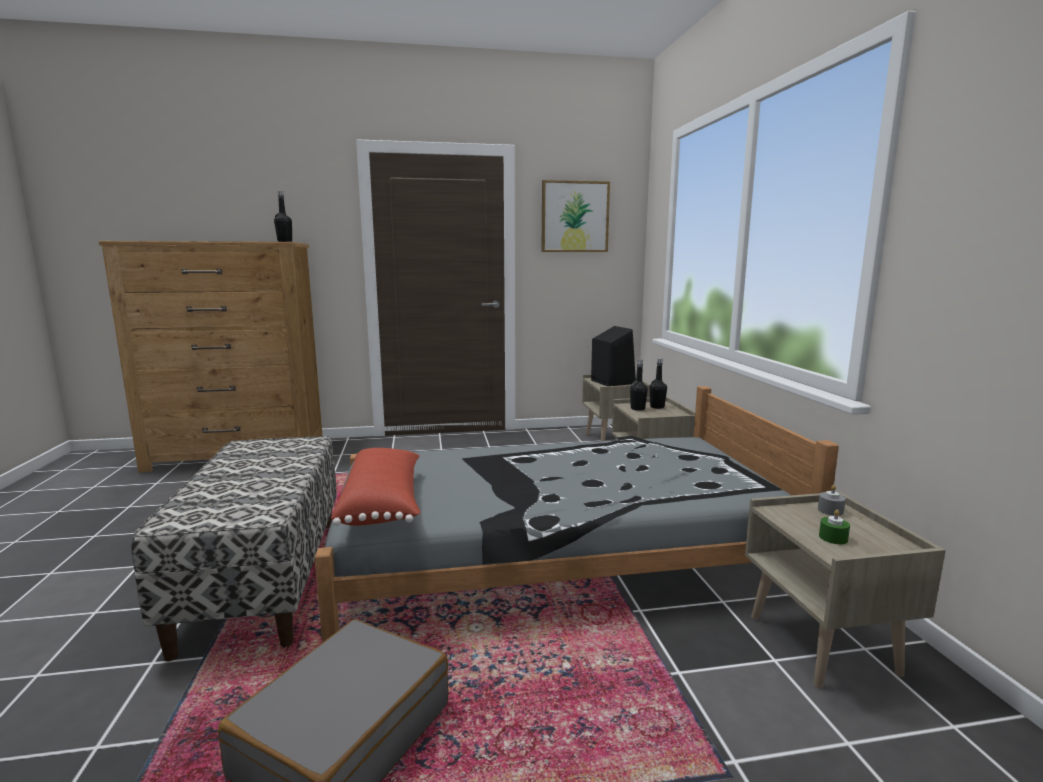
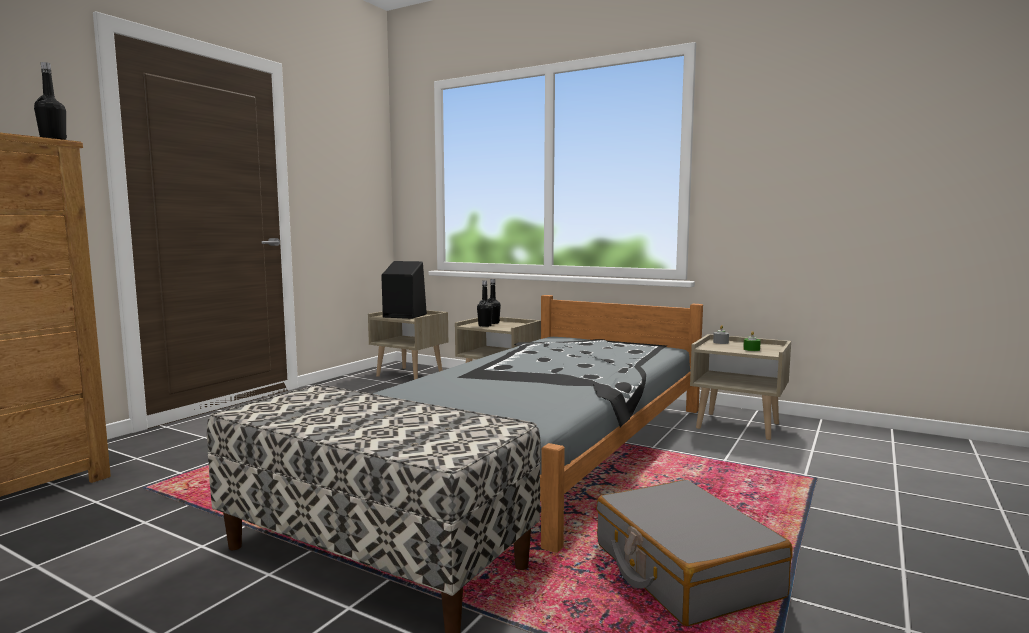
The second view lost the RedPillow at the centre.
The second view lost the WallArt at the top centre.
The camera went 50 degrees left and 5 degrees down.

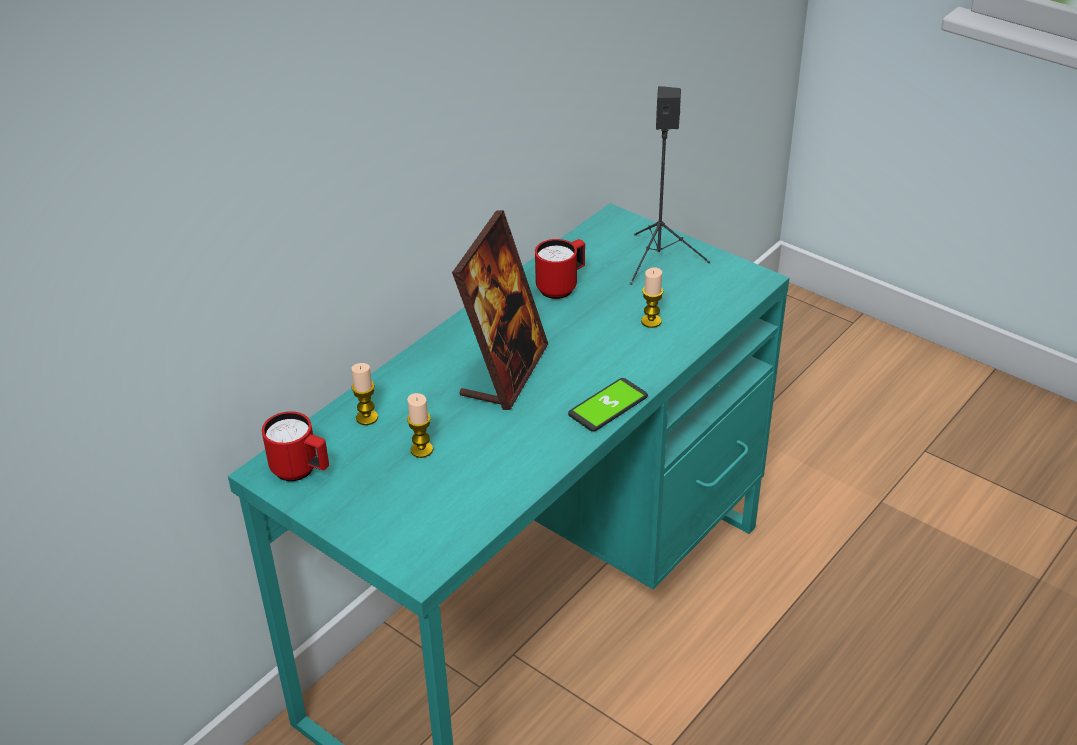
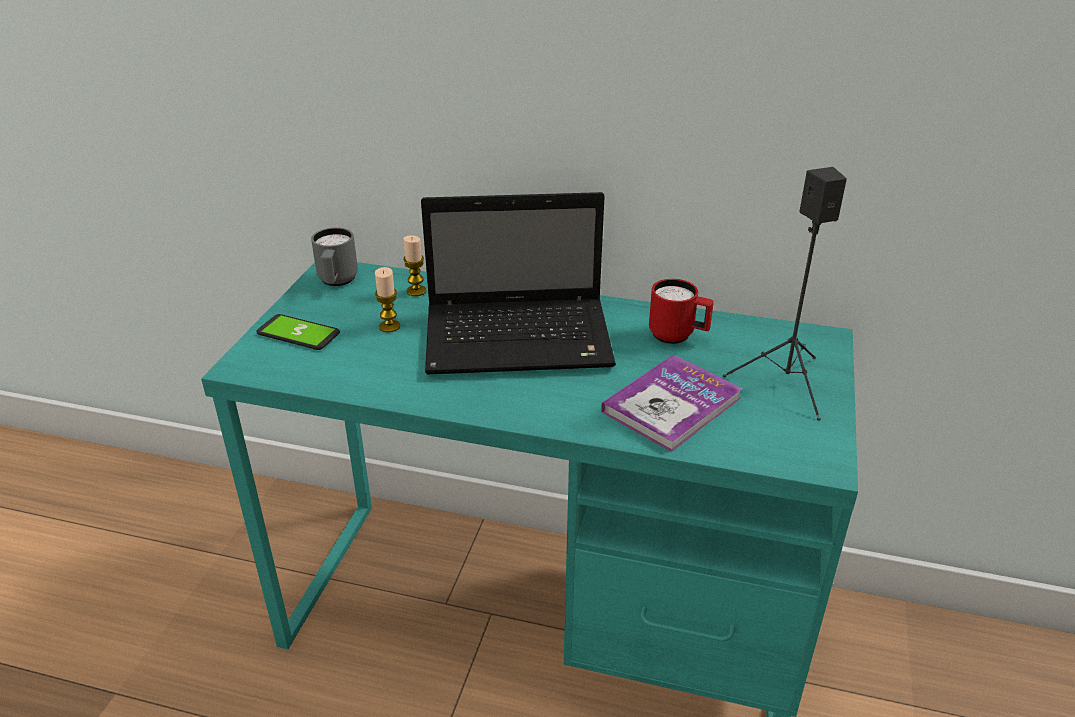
The Phone ended up elsewhere, having gone from the centre to the middle left.
What was the RedCoffeeMug (no. 1 from left) at the middle left turned into the GreyCoffeeMug at the middle left.
Where the PhotoFrame stood at the centre, the PortableComputer came to stand at the centre.
Where the Candle (no. 3 from left) stood at the centre, the Book came to stand at the centre.
The camera went 65 degrees right and 5 degrees down.

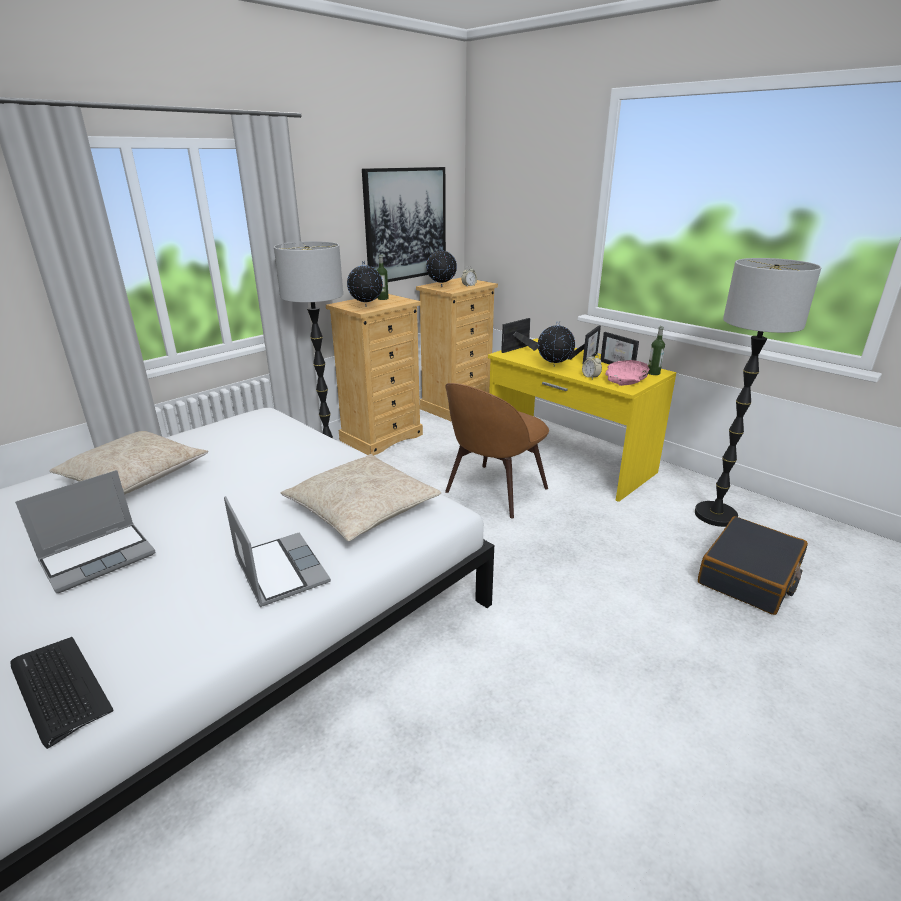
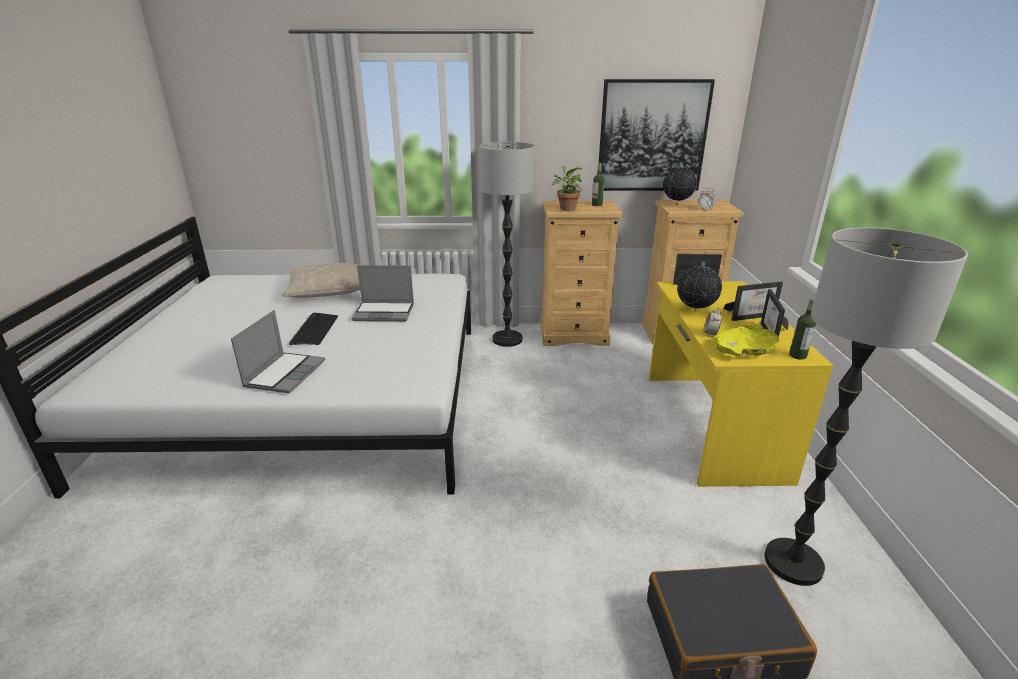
The Keyboard ended up elsewhere, having gone from the bottom left to the middle left.
The PortableComputer (no. 1 from left in the first image) ended up elsewhere, having gone from the middle left to the centre.
Where the DeskGlobe (no. 1 from left) stood at the top centre, the Houseplant came to stand at the top centre.
What was the PinkishServingBowl at the middle right turned into the YellowishServingBowl at the middle right.
The second view lost the SandColouredPillow (no. 2 from left) at the centre.
The second view lost the BrownChair at the centre.
The camera went 45 degrees right and 0 degrees up.

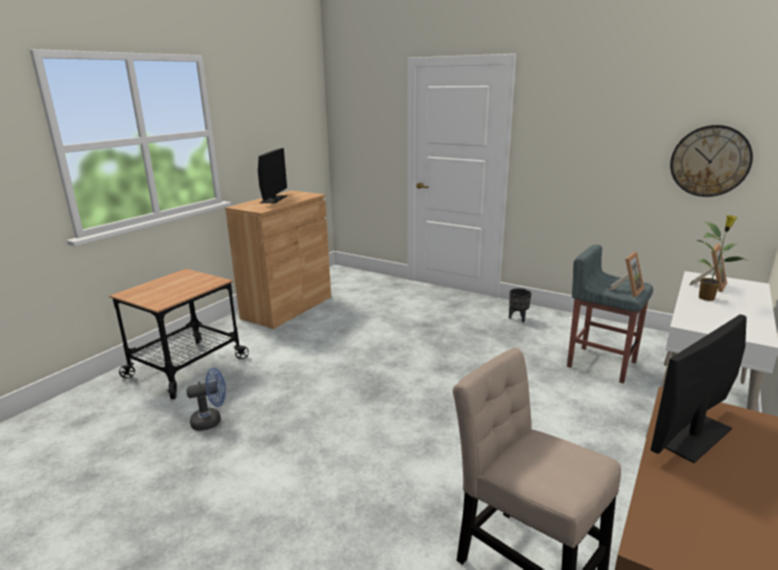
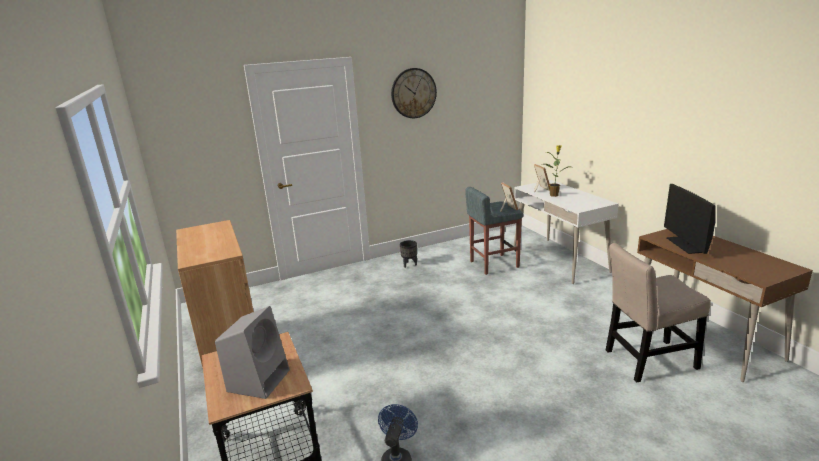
The second view gained the GreyAudioSpeaker at the bottom left.
The ClockOnTheWall ended up elsewhere, having gone from the top right to the top centre.
The second view lost the ComputerScreen (no. 1 from left) at the top centre.
The camera went 55 degrees left and 0 degrees up.

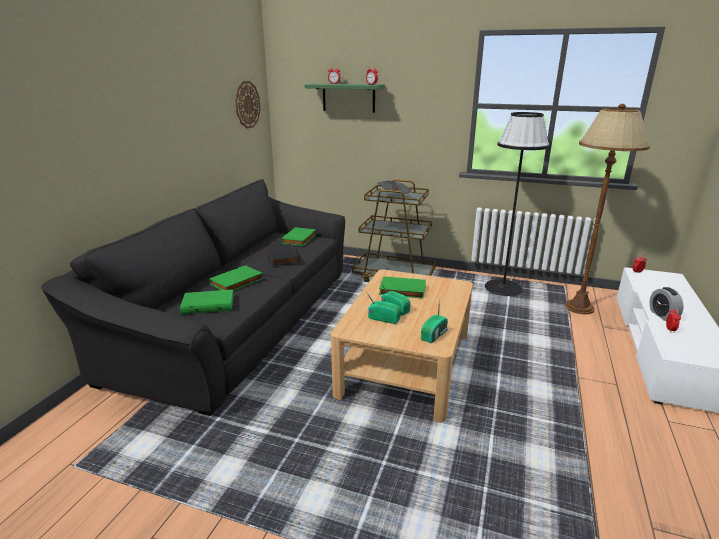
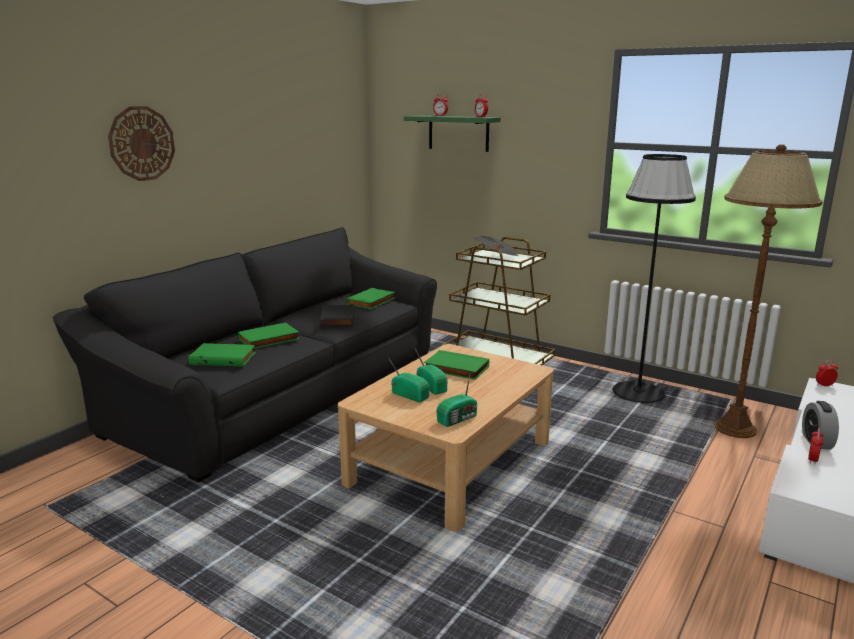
The ClockOnTheWall ended up elsewhere, having gone from the top centre to the top left.
The camera went 15 degrees right and 5 degrees down.

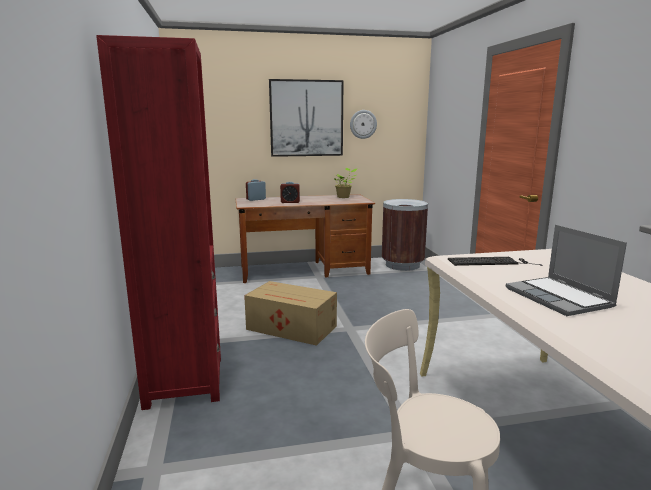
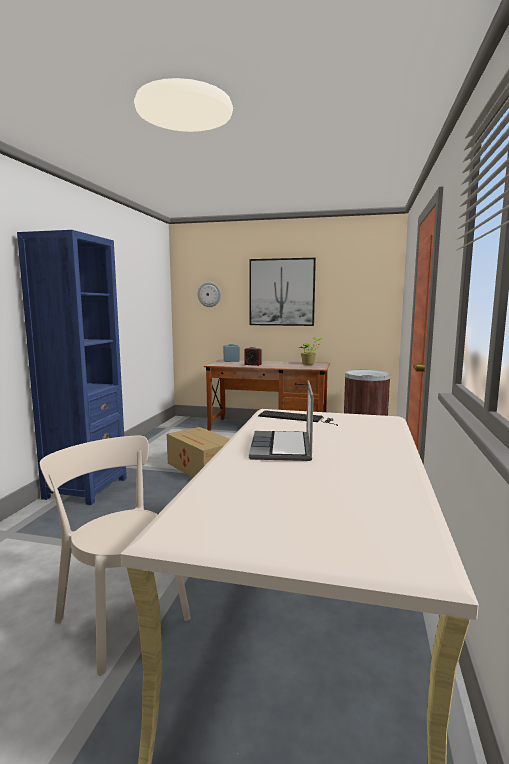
What was the RedBookcase at the middle left turned into the BlueBookcase at the middle left.
The ClockOnTheWall ended up elsewhere, having gone from the top centre to the centre.
The camera went 25 degrees right and 5 degrees down.

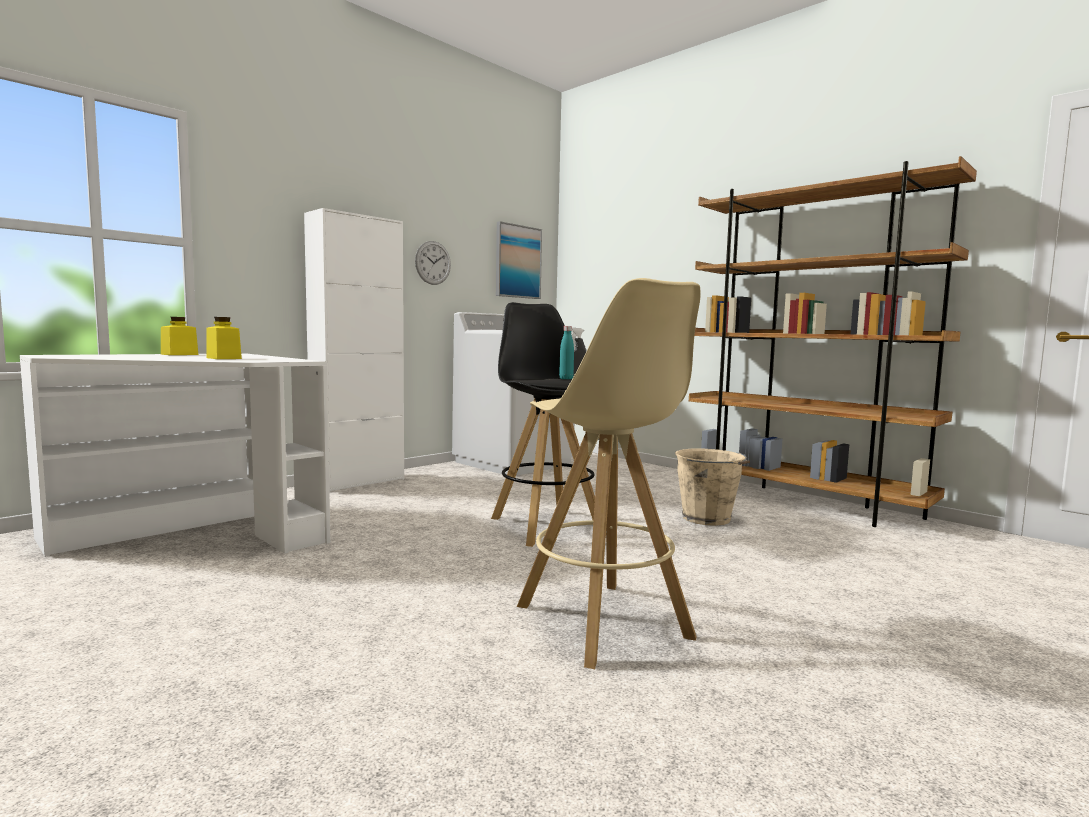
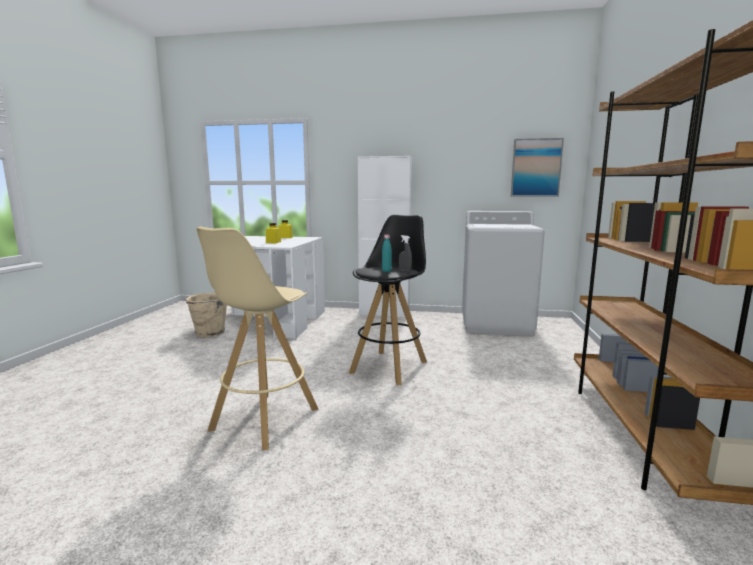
The SandColouredPail ended up elsewhere, having gone from the centre to the middle left.
The second view lost the ClockOnTheWall at the top centre.
The camera went 55 degrees right and 5 degrees up.

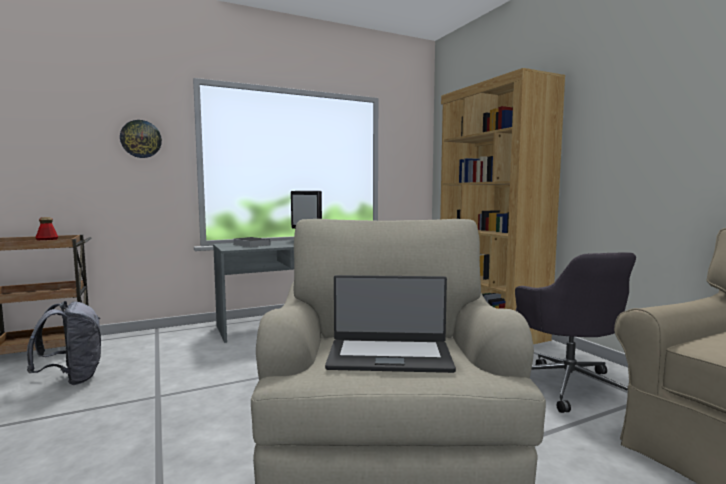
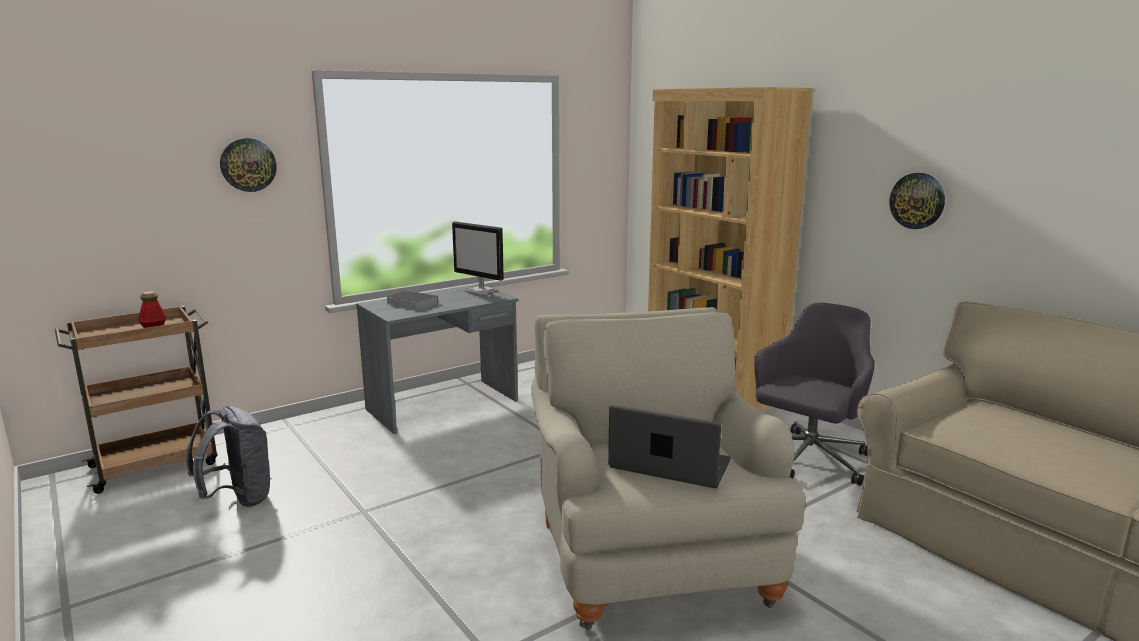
The PortableComputer at the bottom centre ended up facing another way, 150 degrees counterclockwise from before.
The GreyDeskChair at the bottom right ended up facing another way, 120 degrees counterclockwise from before.
The second view gained the ClockOnTheWall (no. 2 from left) at the top right.
The camera went 10 degrees left and 10 degrees up.

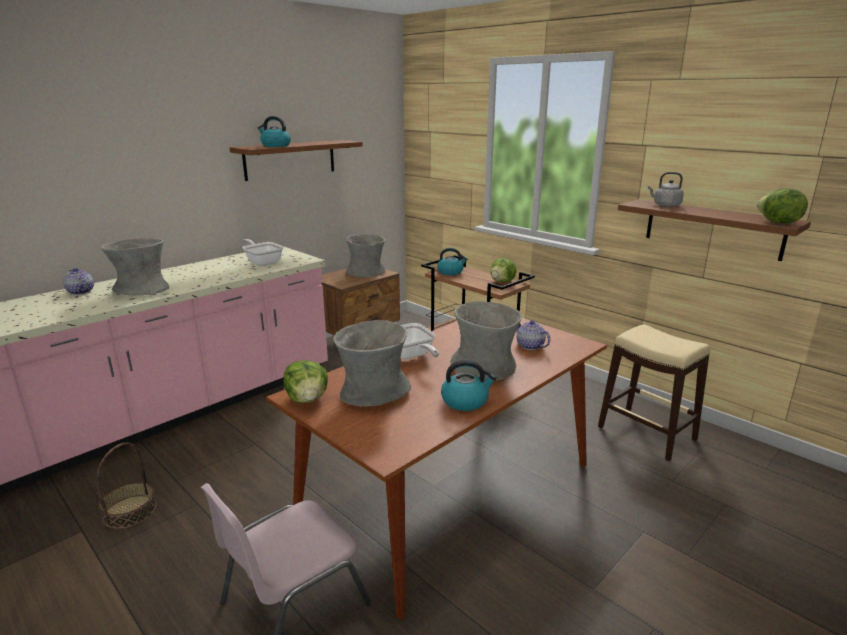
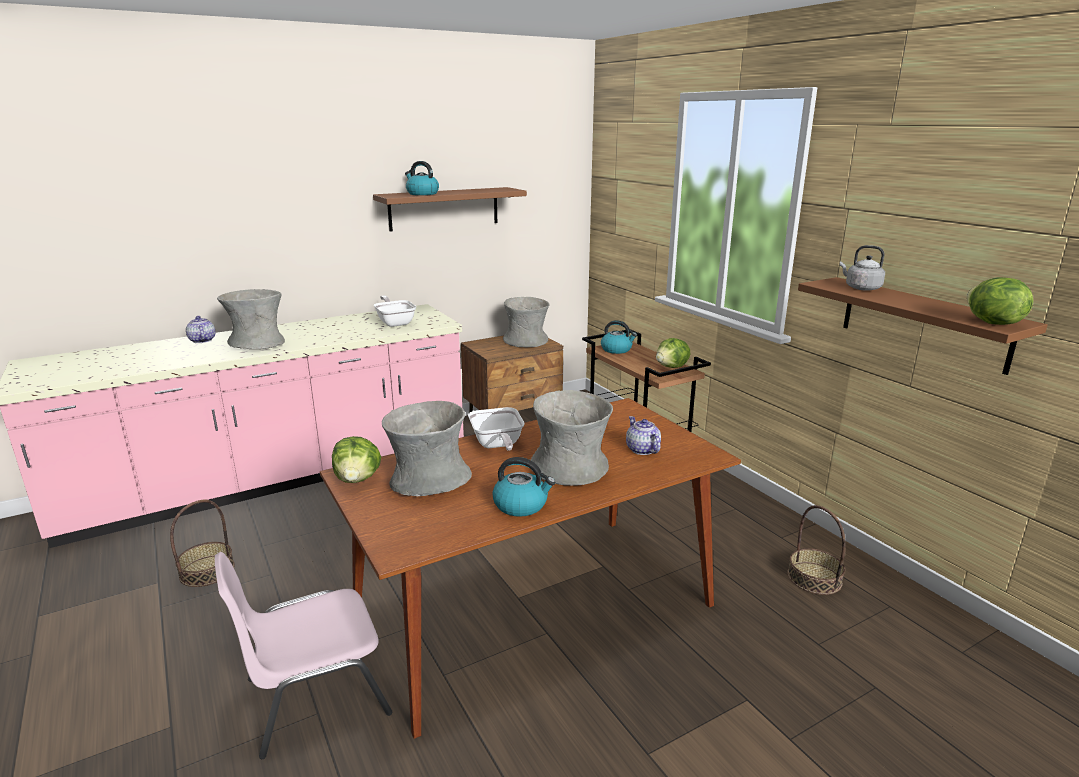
Where the SandColouredStoolSeat stood at the middle right, the StorageBasket (no. 2 from left) came to stand at the bottom right.
The camera went 15 degrees right and 0 degrees up.

